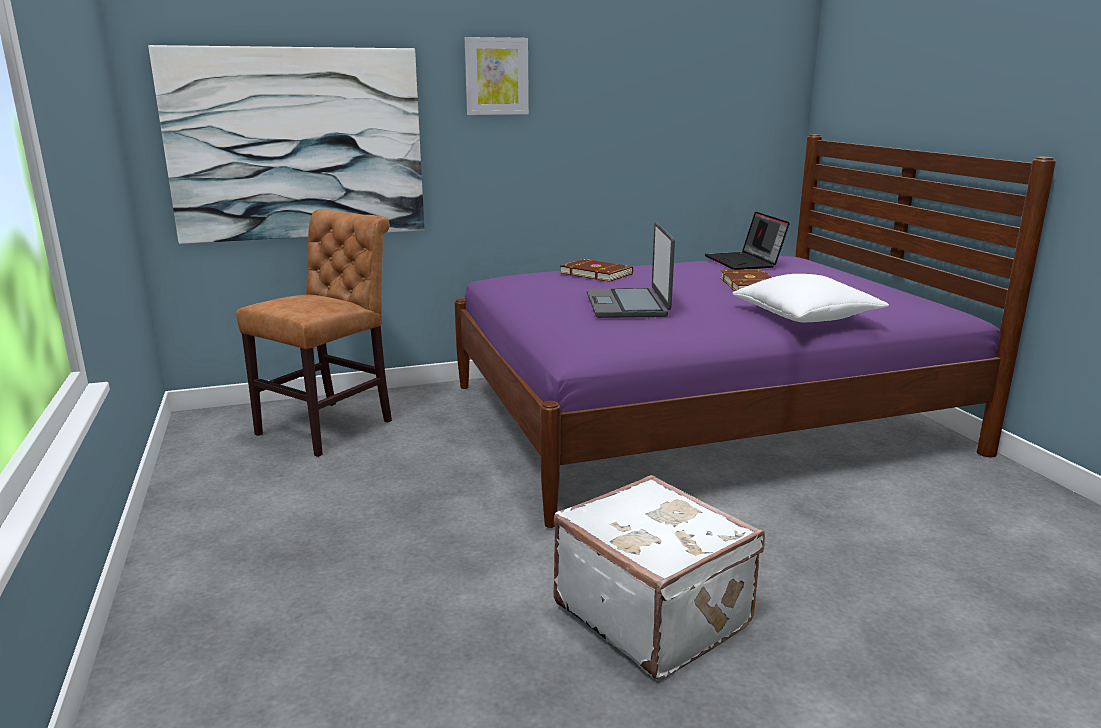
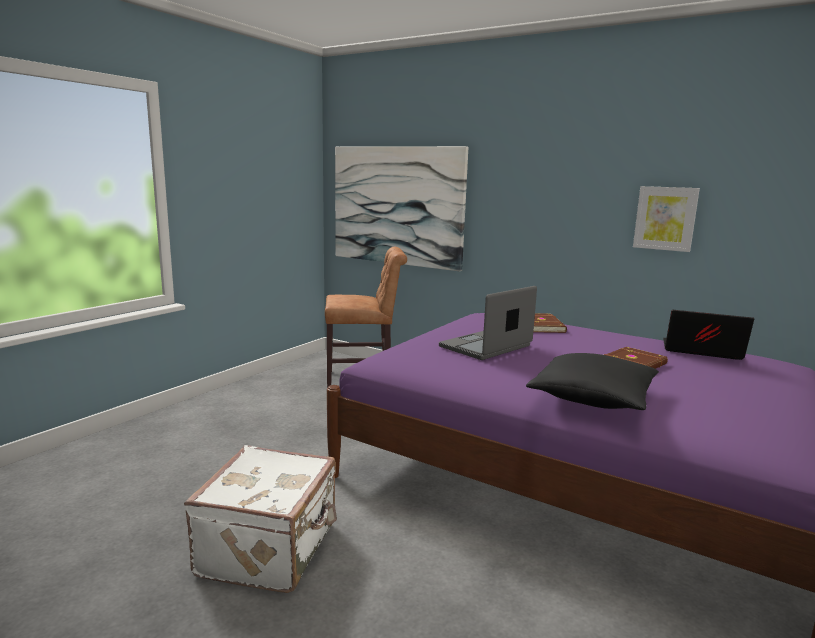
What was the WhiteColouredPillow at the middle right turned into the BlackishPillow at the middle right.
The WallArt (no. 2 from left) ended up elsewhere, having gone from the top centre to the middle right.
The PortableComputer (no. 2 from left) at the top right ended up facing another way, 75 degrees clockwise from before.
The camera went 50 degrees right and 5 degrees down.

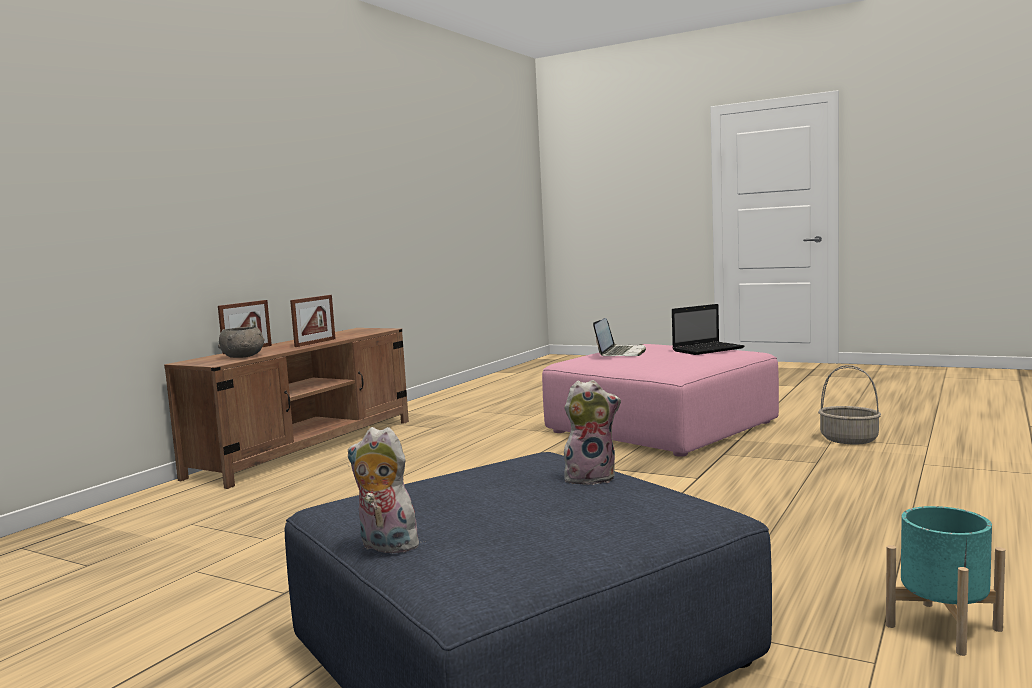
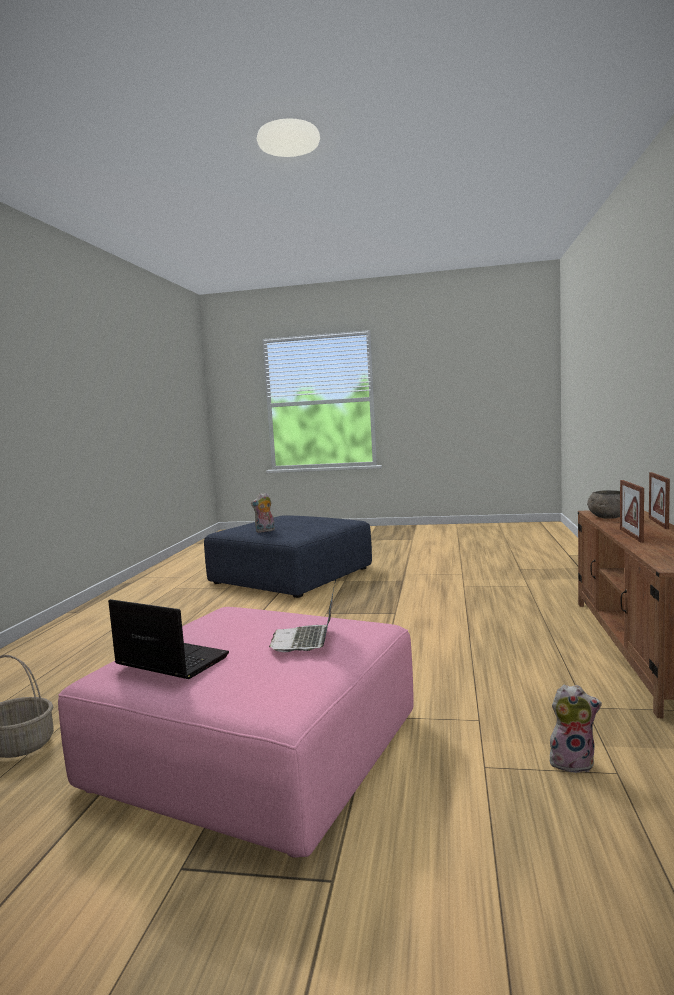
The PortableComputer (no. 2 from left in the first image) at the middle right ended up facing another way, 75 degrees clockwise from before.
The PlushToy (no. 1 from left in the first image) ended up elsewhere, having gone from the bottom centre to the bottom right.
The second view lost the TurquoiseColouredFlowerPot at the bottom right.
The camera went 160 degrees right and 0 degrees up.

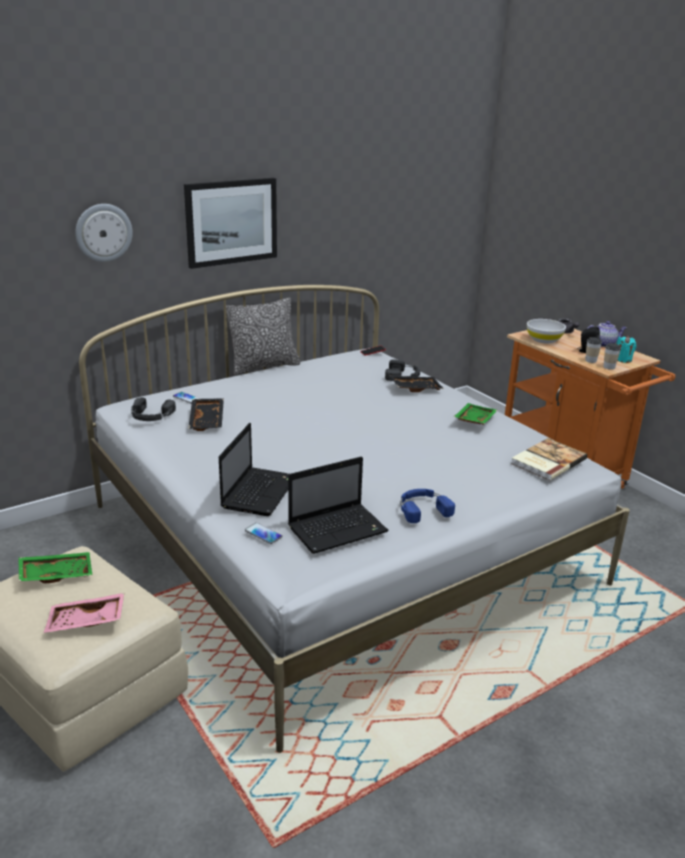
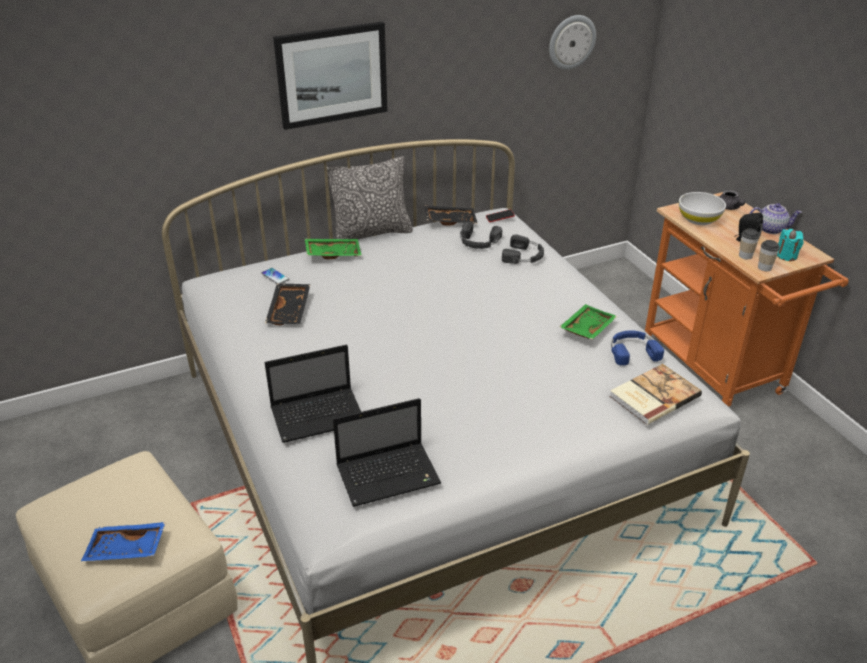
What was the PinkishServingTray at the bottom left turned into the BlueServingTray at the bottom left.
The PortableComputer (no. 1 from left) at the centre ended up facing another way, 45 degrees clockwise from before.
The GreenServingTray (no. 1 from left) ended up elsewhere, having gone from the middle left to the centre.
The BlackishServingTray (no. 2 from left) ended up elsewhere, having gone from the centre to the top centre.
The BlackishHeadphones (no. 1 from left) ended up elsewhere, having gone from the middle left to the centre.
The ClockOnTheWall ended up elsewhere, having gone from the top left to the top centre.
The BlueHeadphones ended up elsewhere, having gone from the centre to the middle right.
The second view lost the Phone (no. 2 from left) at the centre.
The camera went 10 degrees right and 10 degrees up.

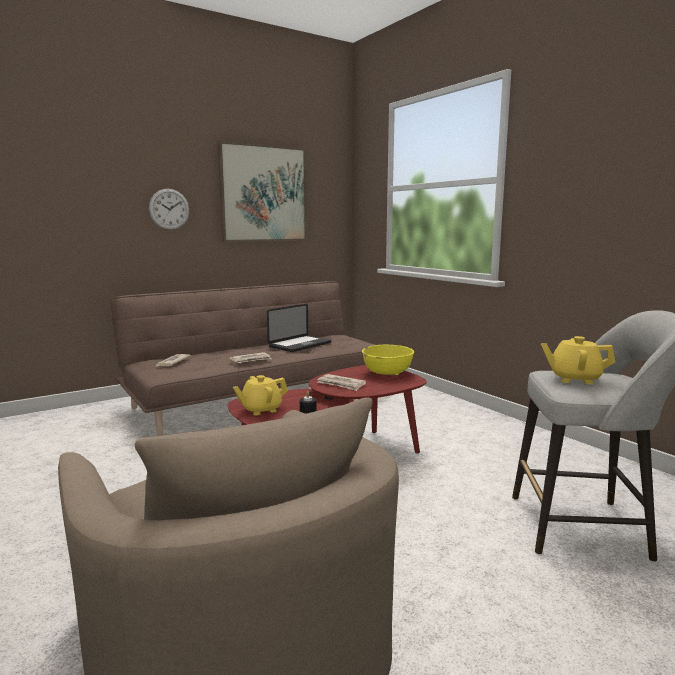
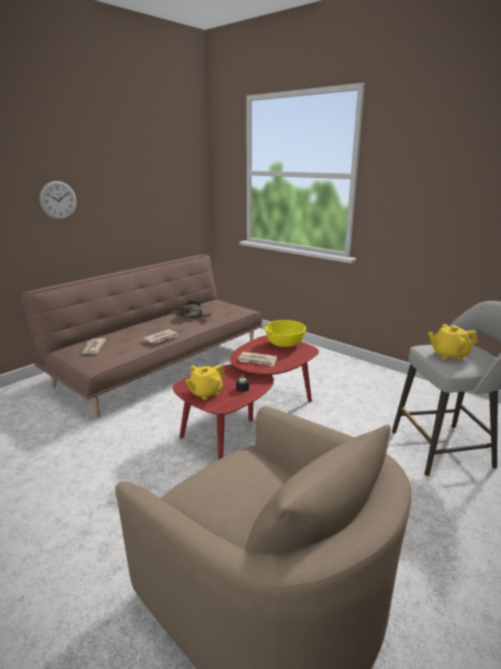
Where the PortableComputer stood at the centre, the BlackishWearableHat came to stand at the centre.
The second view lost the WallArt at the top centre.
The camera went 15 degrees left and 10 degrees up.

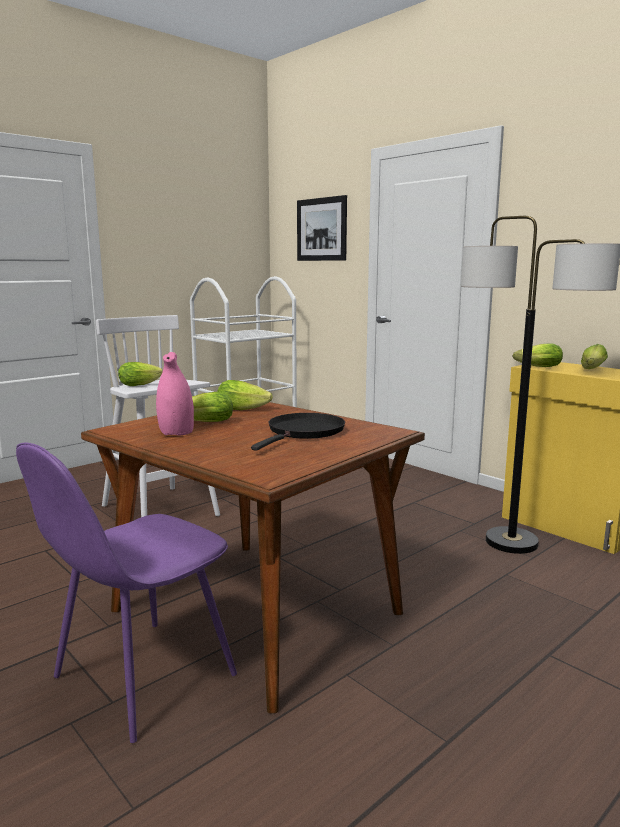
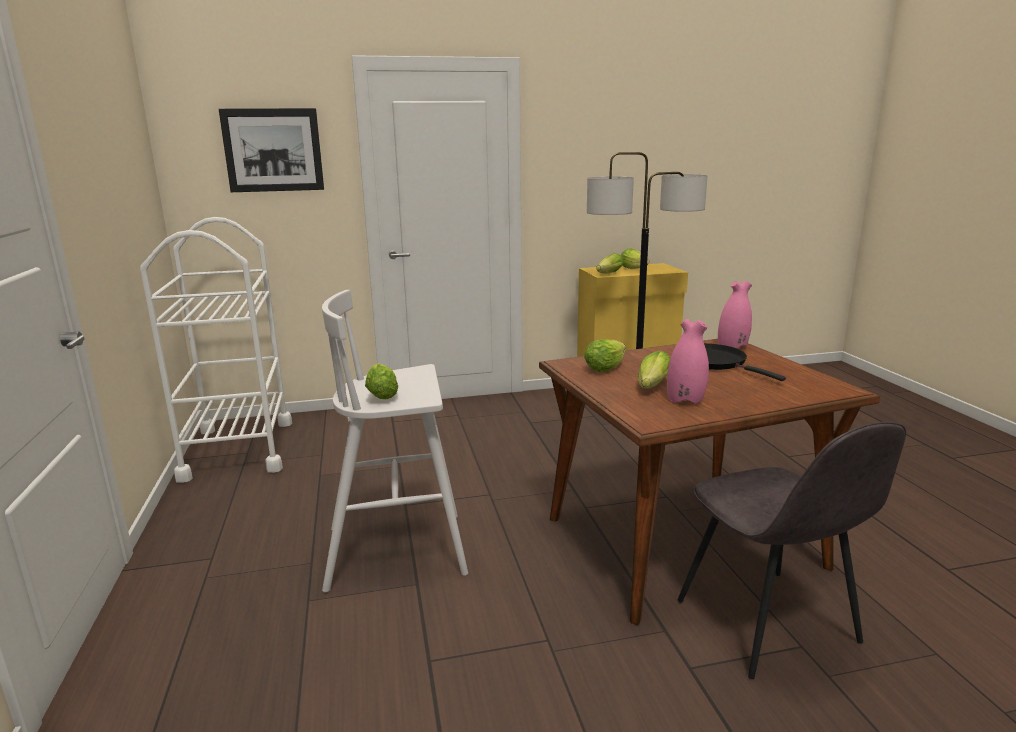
What was the PurplishChair at the bottom left turned into the GreyChair at the bottom right.
The second view gained the PinkishDecorativeVase (no. 2 from left) at the middle right.
The camera went 60 degrees left and 5 degrees up.

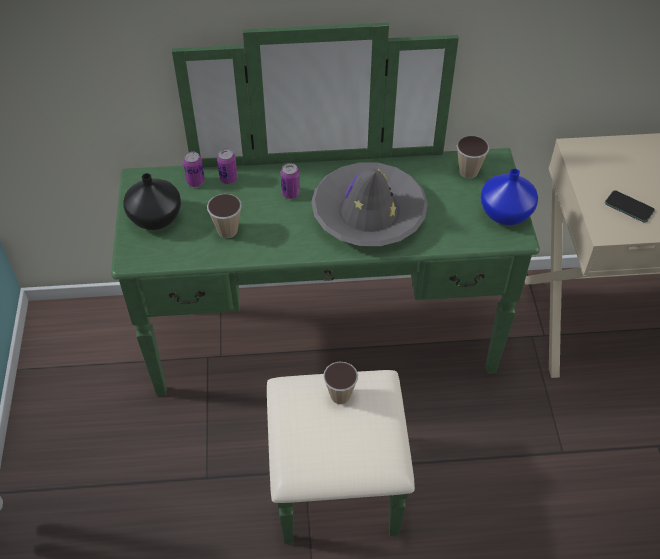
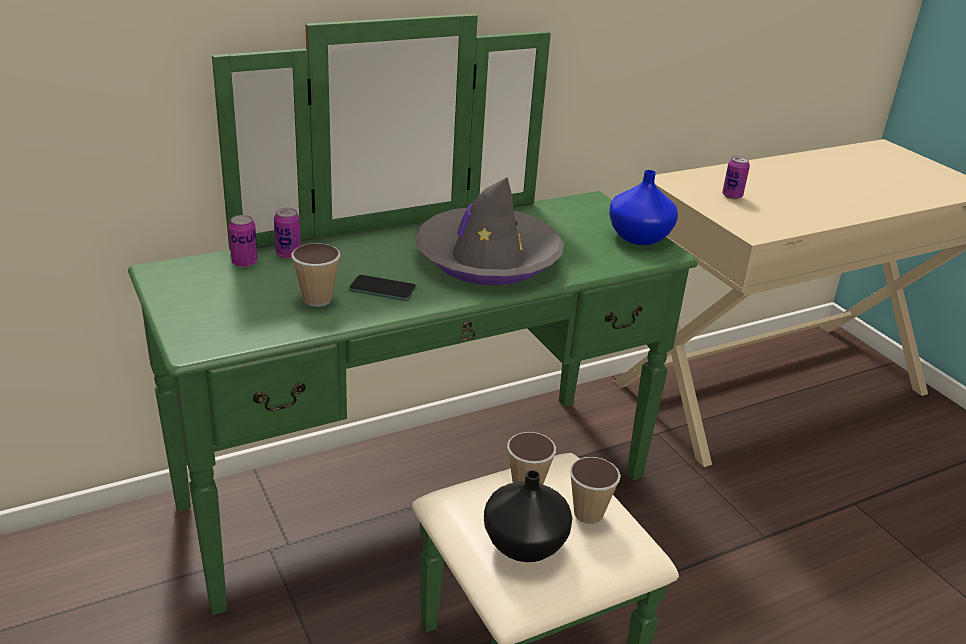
The Phone ended up elsewhere, having gone from the middle right to the centre.
The BlackishDecorativeVase ended up elsewhere, having gone from the middle left to the bottom centre.
The Cup (no. 3 from left) ended up elsewhere, having gone from the top right to the bottom centre.
The MetalCan (no. 3 from left) ended up elsewhere, having gone from the top centre to the top right.
The camera went 25 degrees left and 20 degrees down.

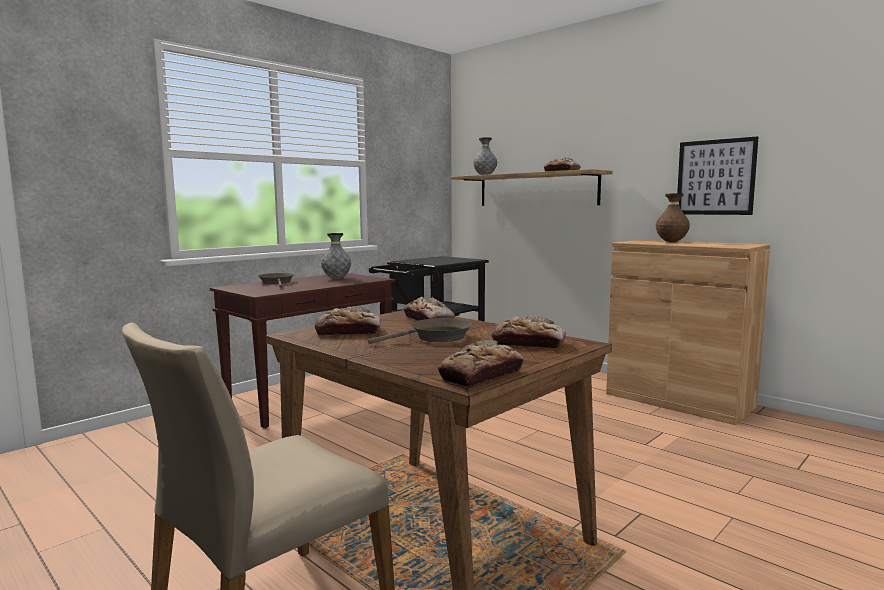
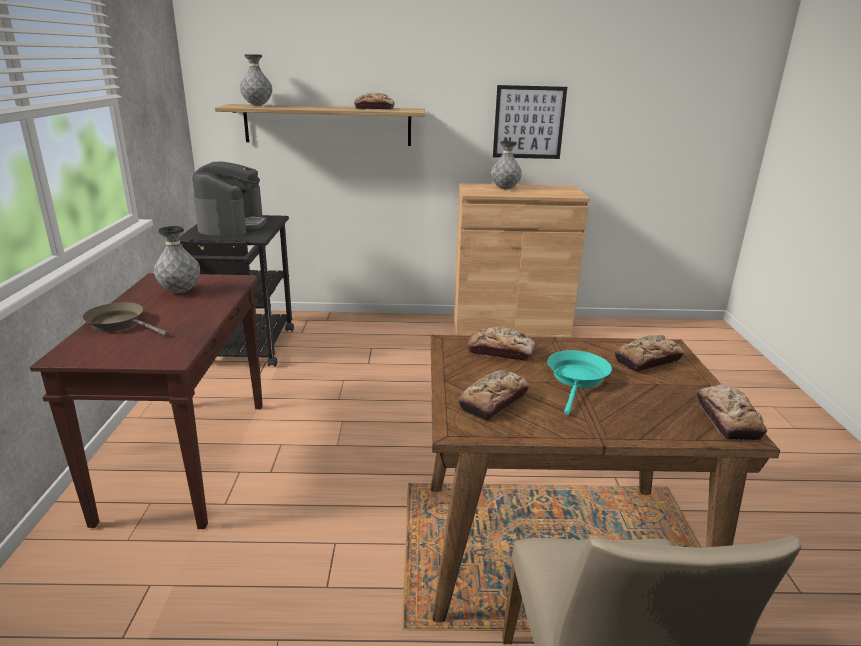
The second view gained the CoffeeBrewer at the top left.
What was the BrownDecorativeVase at the middle right turned into the GreyDecorativeVase (no. 3 from left) at the top centre.
What was the BrownPan (no. 2 from left) at the centre turned into the TurquoiseColouredPan at the middle right.
The camera went 45 degrees left and 15 degrees up.

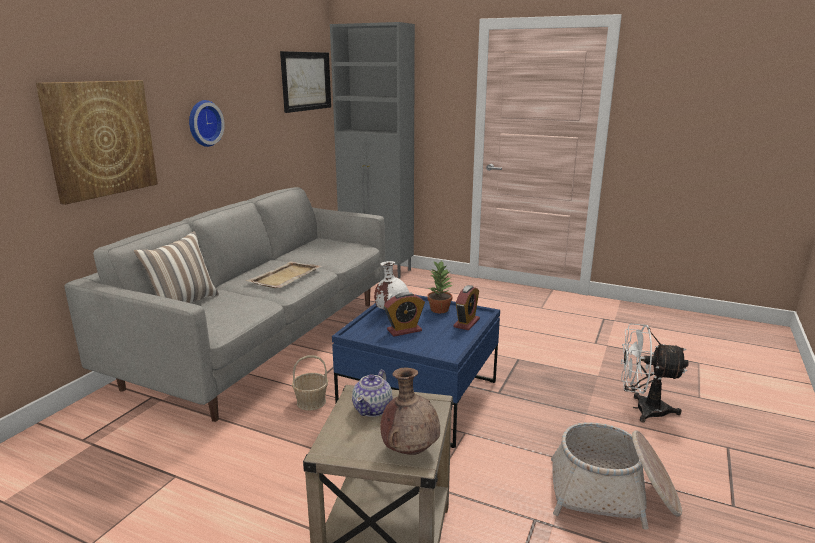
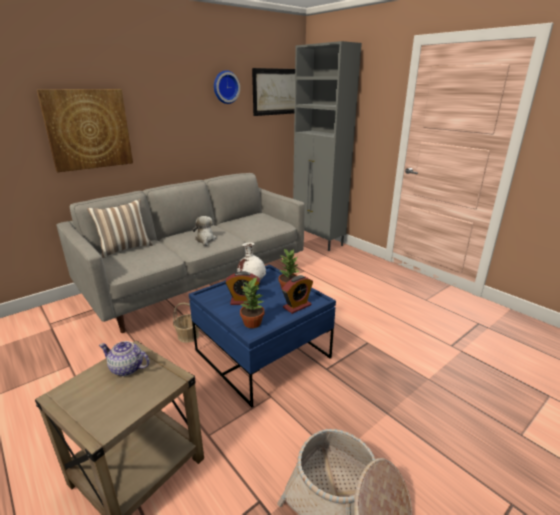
The PotForTea at the bottom centre ended up facing another way, 60 degrees clockwise from before.
Where the SandColouredServingTray stood at the centre, the PlushToy came to stand at the centre.
The ClockOnTheWall ended up elsewhere, having gone from the top left to the top centre.
The second view gained the Houseplant (no. 1 from left) at the centre.
The second view lost the BrownDecorativeVase at the bottom centre.
The second view lost the WhiteColouredElectricFan at the bottom right.
The camera went 25 degrees right and 5 degrees up.

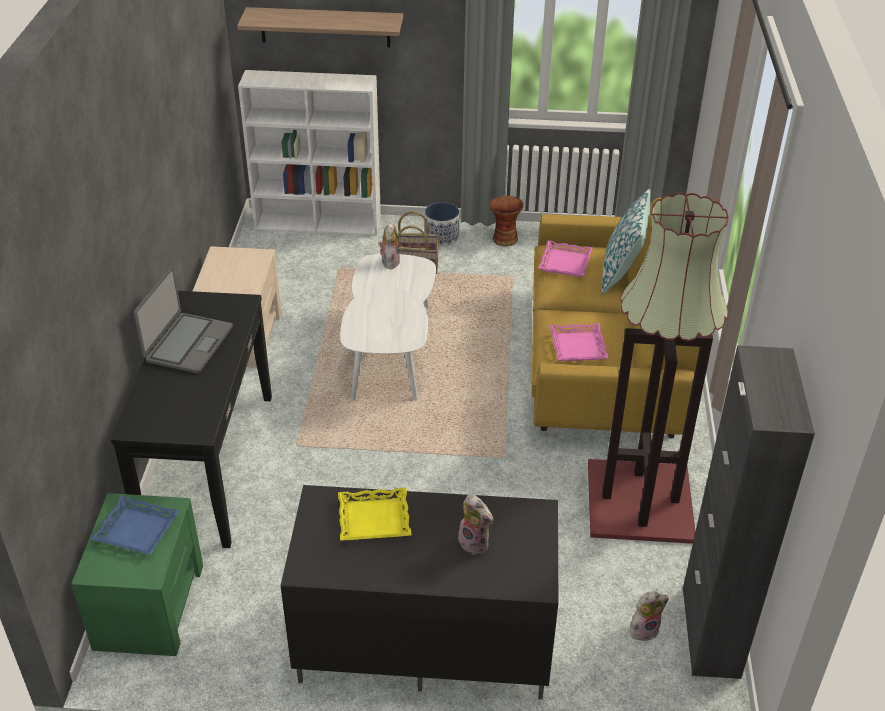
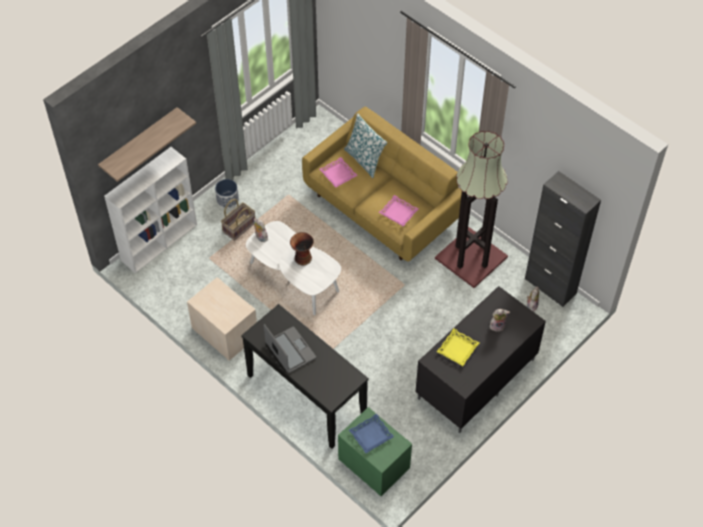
The DecorativeVase ended up elsewhere, having gone from the top centre to the centre.
The camera went 50 degrees left and 15 degrees up.

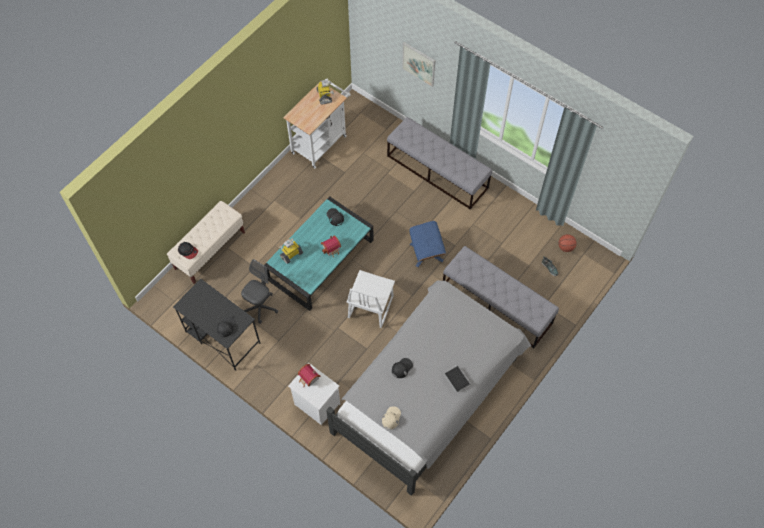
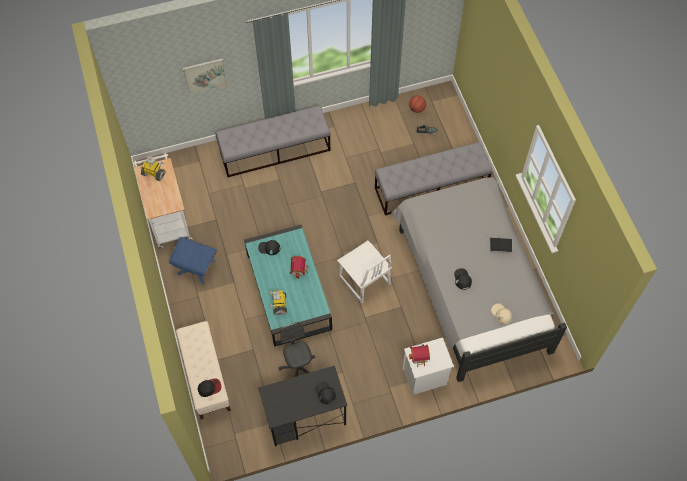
The BlueFootrest ended up elsewhere, having gone from the centre to the middle left.
The camera went 55 degrees left and 0 degrees up.

